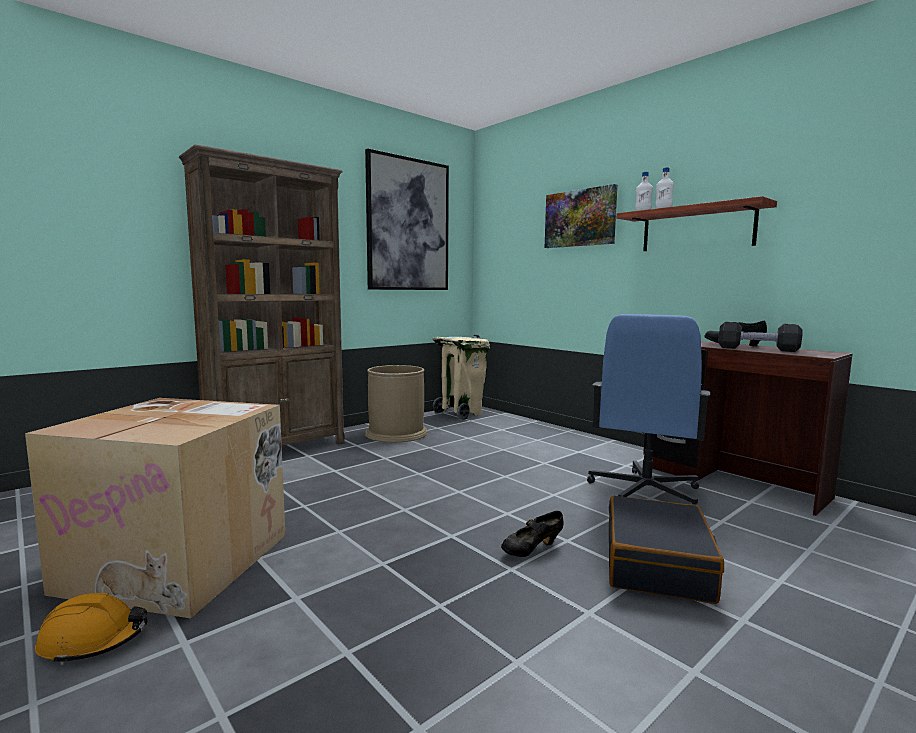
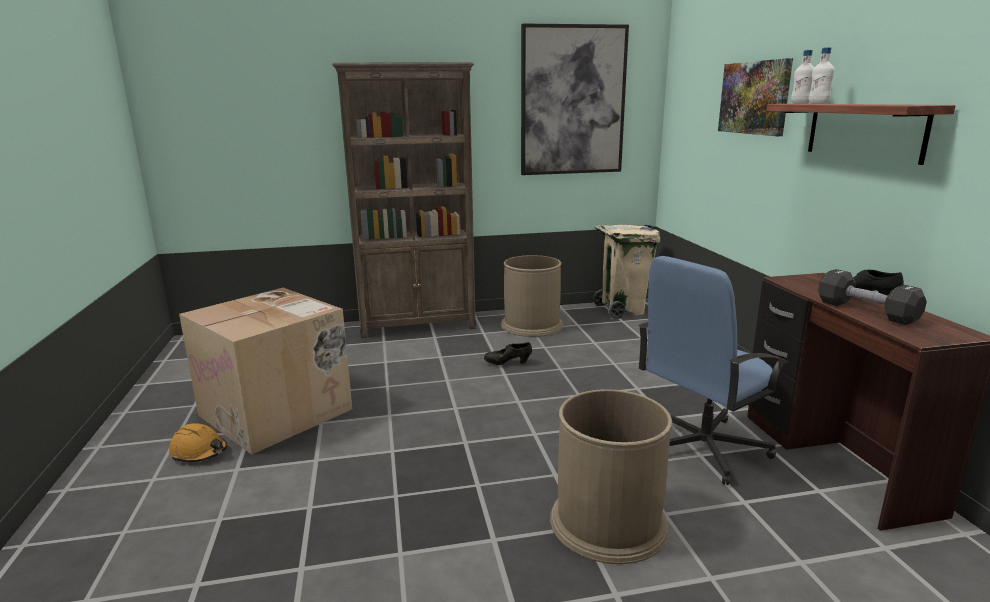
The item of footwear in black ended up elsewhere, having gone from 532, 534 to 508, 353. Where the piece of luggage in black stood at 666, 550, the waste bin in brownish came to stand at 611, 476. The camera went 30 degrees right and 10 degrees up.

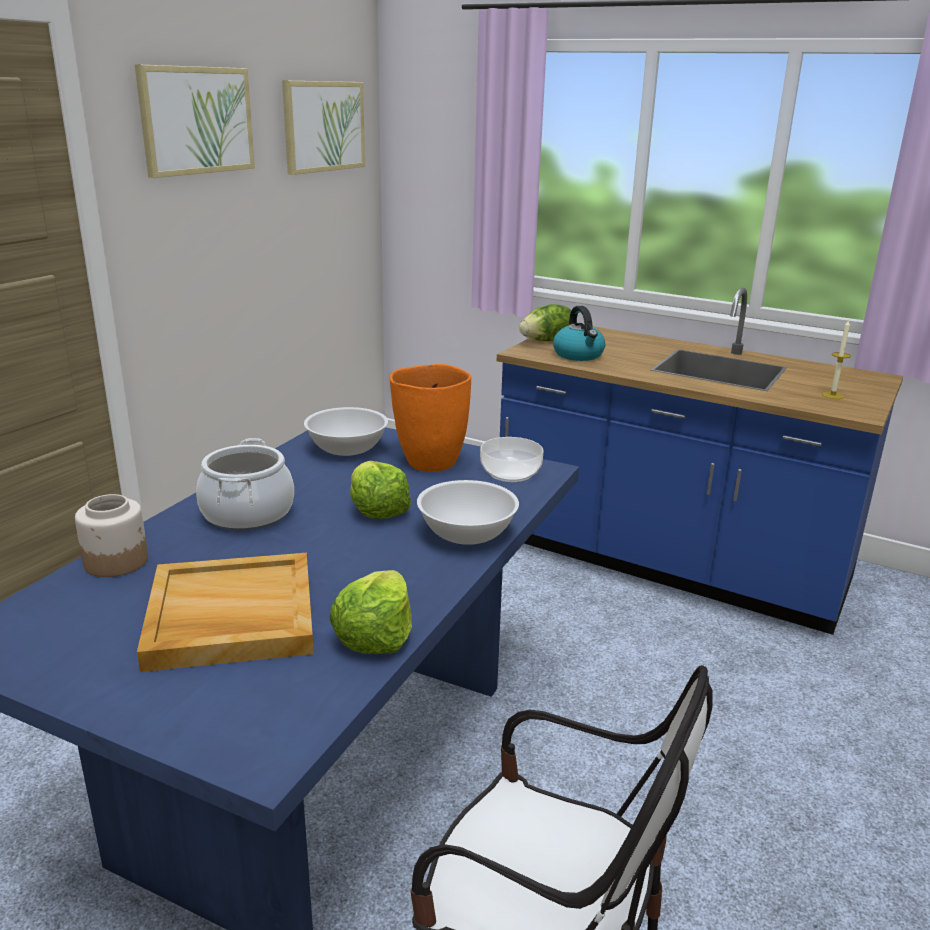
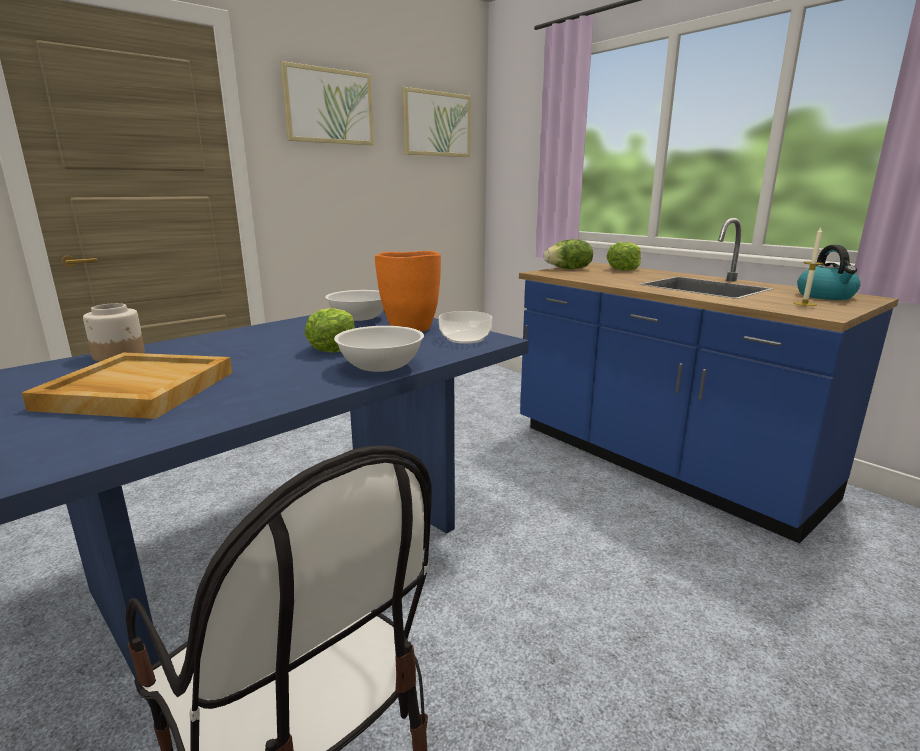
The second view lost the saucepot at 245, 484. The lettuce ended up elsewhere, having gone from 370, 612 to 624, 256. The tea kettle ended up elsewhere, having gone from 579, 333 to 829, 272. The camera went 20 degrees right and 5 degrees down.

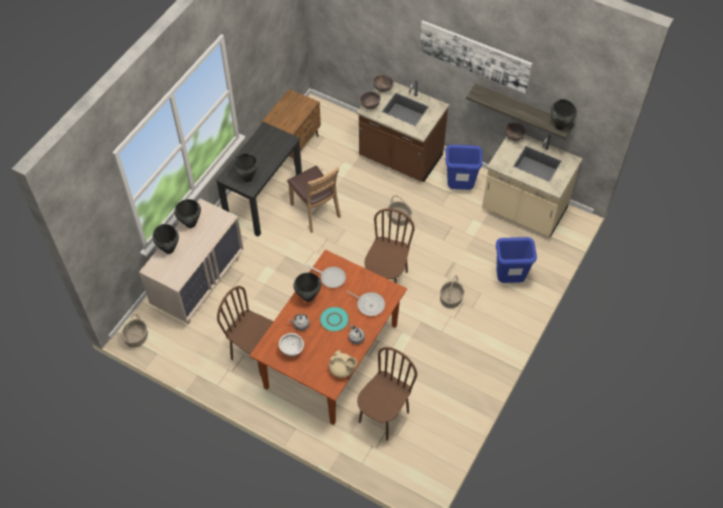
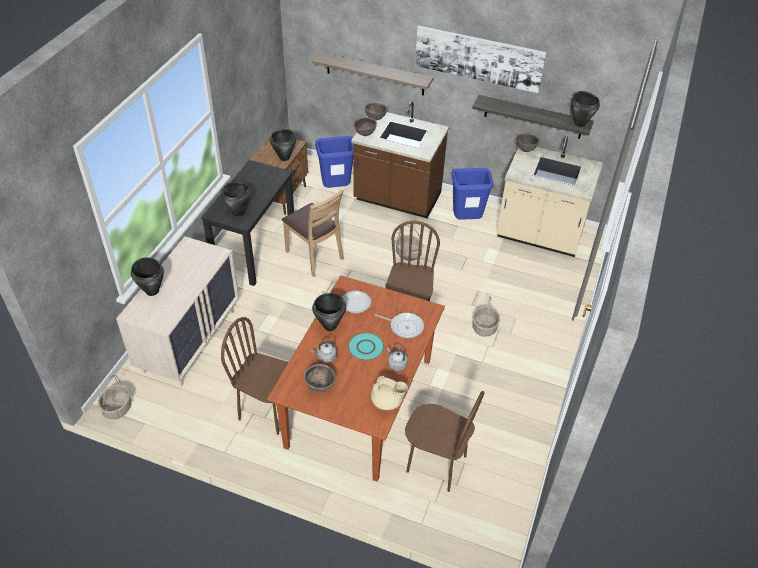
The second view gained the wall shelf at 372, 74. The saucepot in black ended up elsewhere, having gone from 187, 213 to 283, 145. The waste bin in bluish ended up elsewhere, having gone from 516, 260 to 334, 162. What was the deep dish in white at 291, 344 turned into the deep dish in brownish at 320, 378. The plain chair in brownish at 387, 394 ended up facing another way, 90 degrees clockwise from before. The camera went 10 degrees left and 10 degrees down.

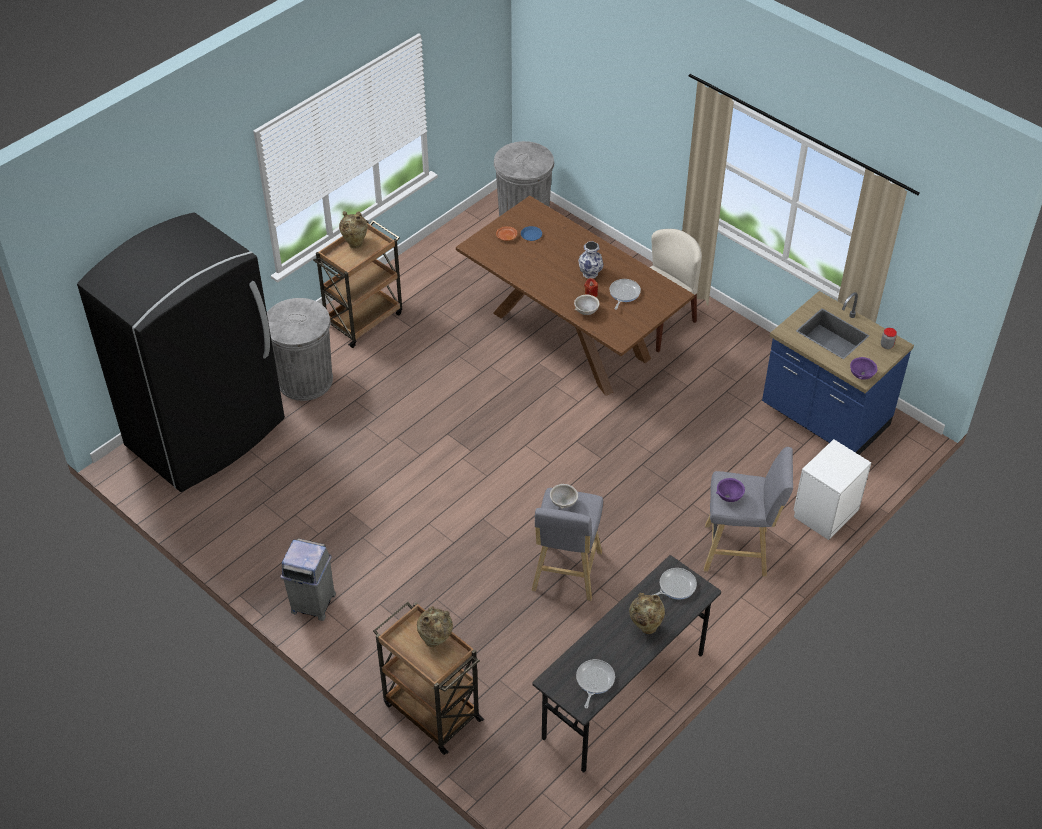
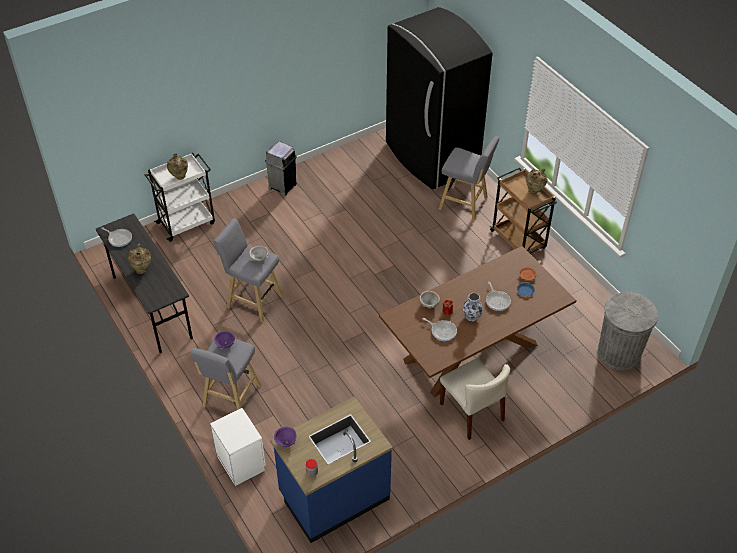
The skillet ended up elsewhere, having gone from 674, 584 to 498, 296. Where the waste bin in greyish stood at 300, 349, the stool in greyish came to stand at 469, 178. What was the trolley in brownish at 428, 678 turned into the trolley in white at 180, 197. The camera went 105 degrees right and 0 degrees up.

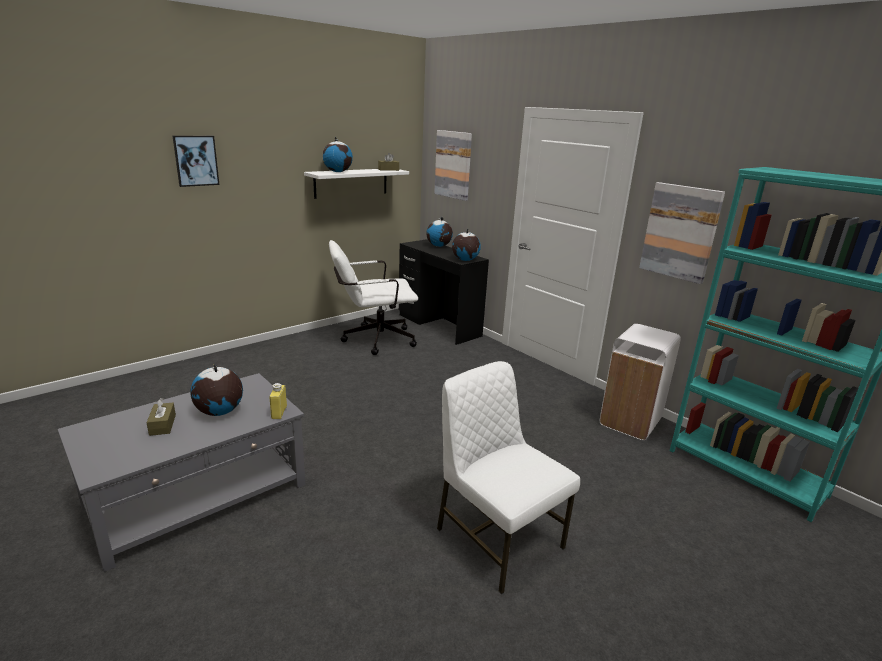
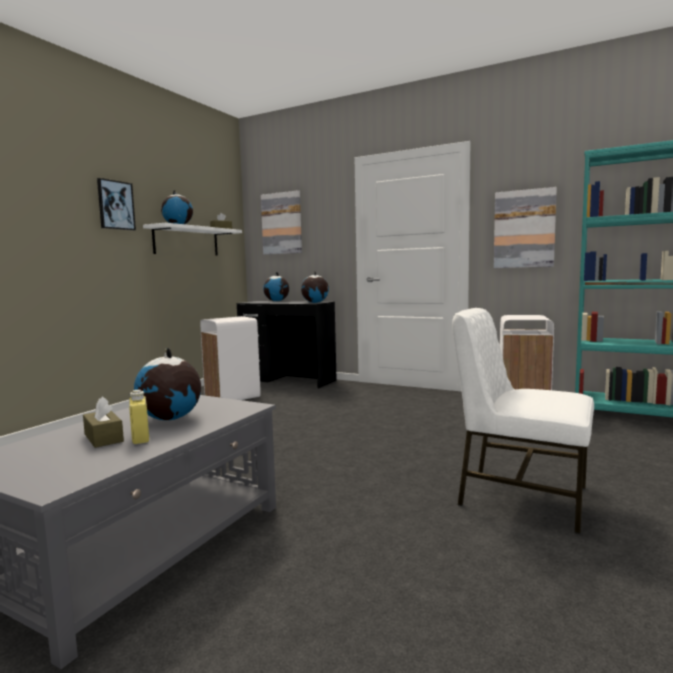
The wall picture ended up elsewhere, having gone from 195, 161 to 116, 204. The beverage bottle in yellowish ended up elsewhere, having gone from 278, 401 to 139, 417. Where the office chair in white stood at 373, 297, the waste bin in white came to stand at 230, 358. The camera went 20 degrees left and 15 degrees down.

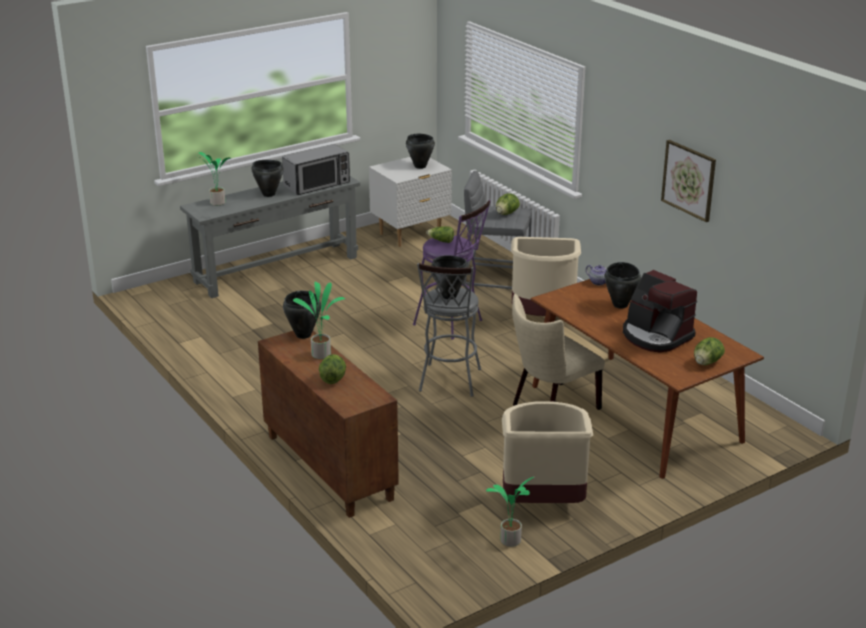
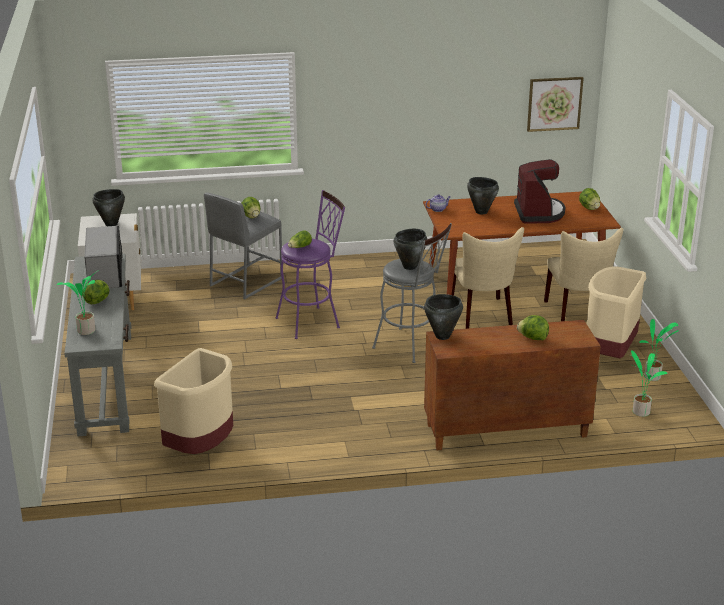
The second view gained the plain chair in beige-coloured at 583, 274. The houseplant ended up elsewhere, having gone from 319, 320 to 648, 383. The waste bin in beige-coloured ended up elsewhere, having gone from 546, 276 to 193, 401. The wall picture ended up elsewhere, having gone from 688, 181 to 555, 104. Where the saucepot in black stood at 267, 178, the lettuce came to stand at 96, 292. The coffee machine at 660, 311 ended up facing another way, 75 degrees counterclockwise from before. The camera went 65 degrees left and 0 degrees up.

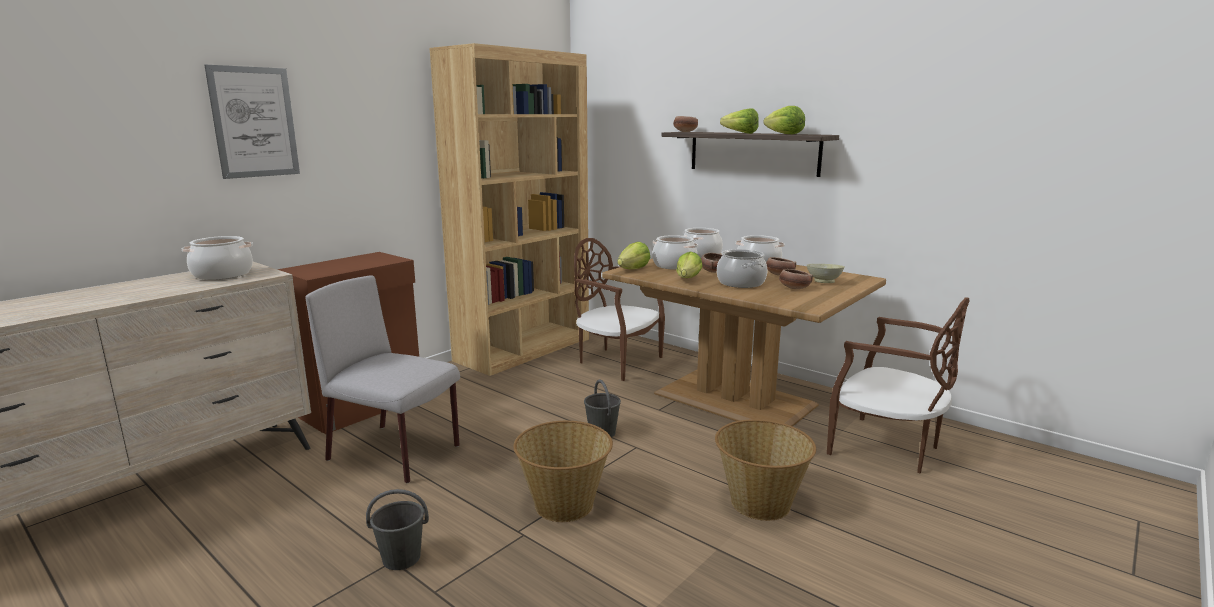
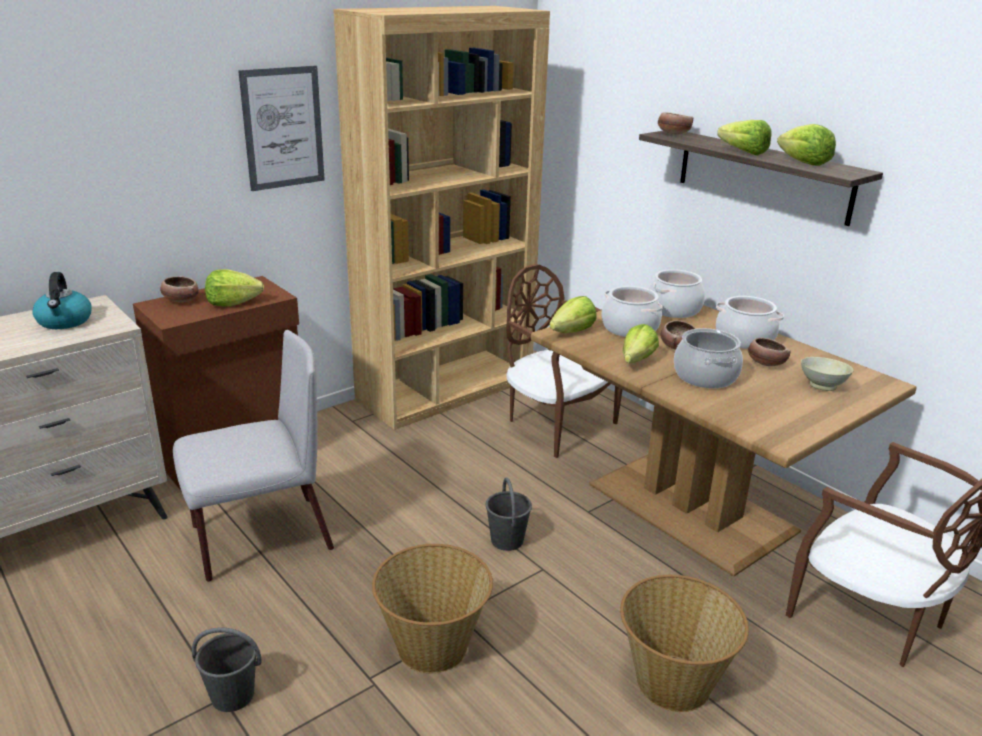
The second view gained the lettuce at 234, 288. The wall picture ended up elsewhere, having gone from 252, 122 to 281, 128. The deep dish ended up elsewhere, having gone from 796, 279 to 179, 289. Where the saucepot stood at 217, 258, the tea kettle came to stand at 62, 300. The plain chair in greyish at 383, 379 ended up facing another way, 120 degrees clockwise from before. The camera went 10 degrees right and 10 degrees up.

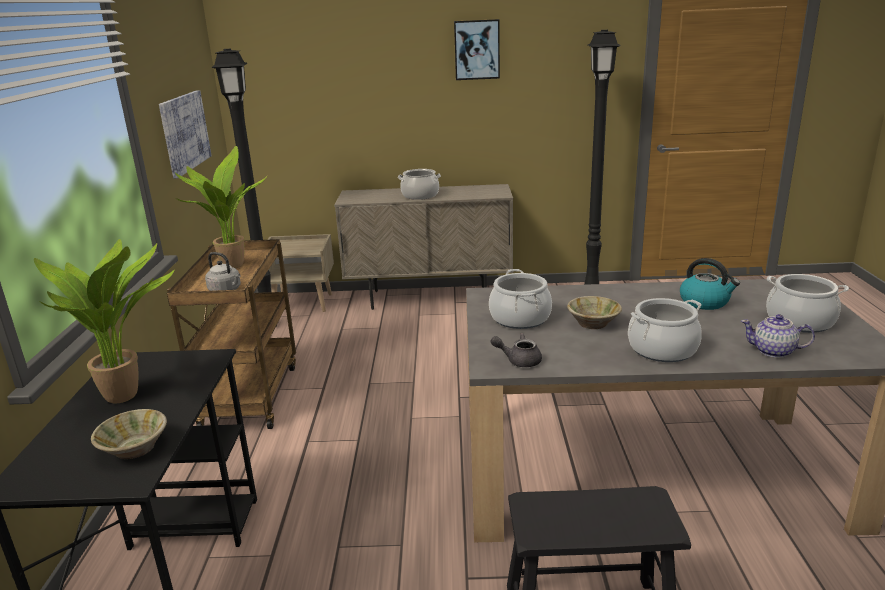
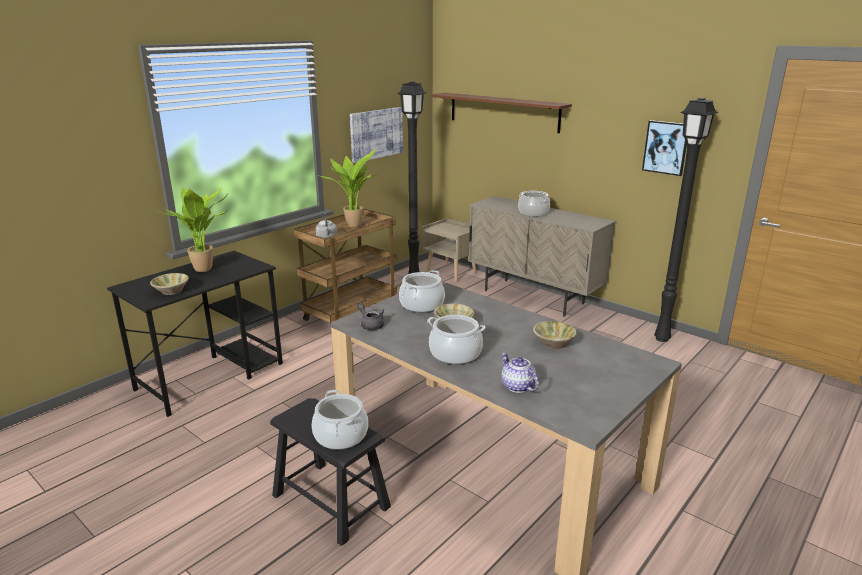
The second view gained the wall shelf in brownish at 501, 113. The wall picture ended up elsewhere, having gone from 477, 49 to 664, 148. The saucepot ended up elsewhere, having gone from 807, 303 to 340, 420. Where the tea kettle stood at 710, 284, the deep dish in beige-coloured came to stand at 555, 335. The camera went 40 degrees right and 0 degrees up.

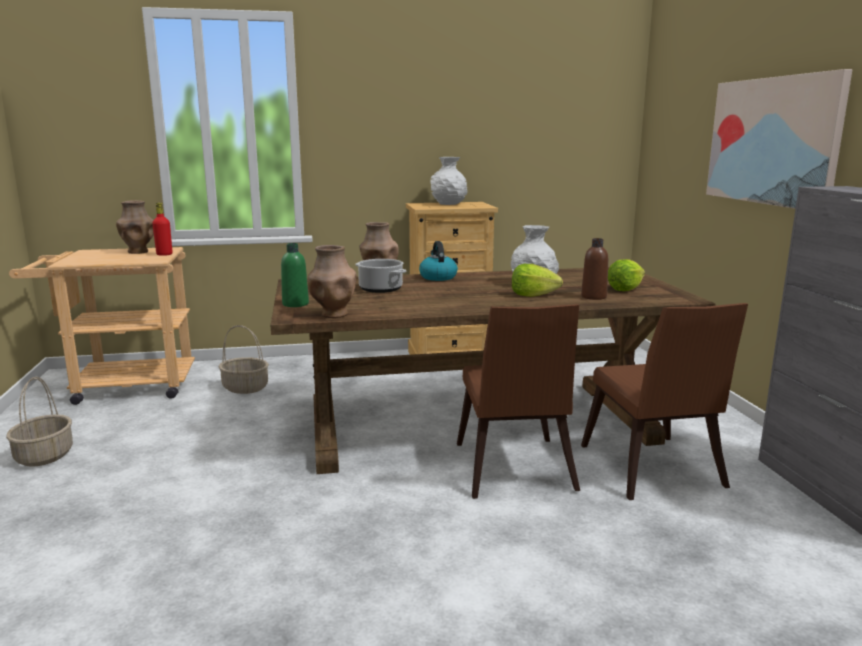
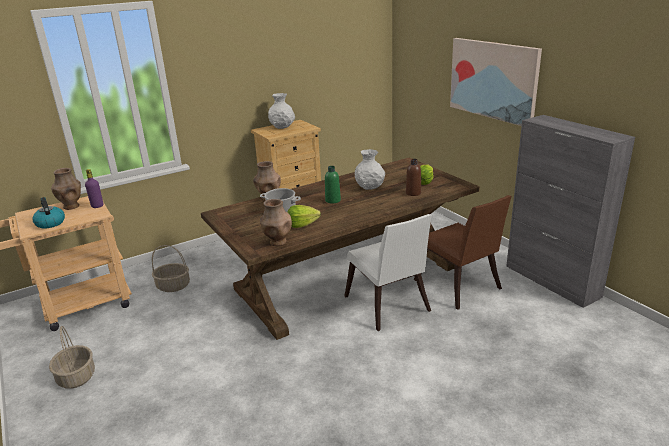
The beverage bottle in green ended up elsewhere, having gone from 295, 275 to 333, 184. The tea kettle ended up elsewhere, having gone from 438, 261 to 48, 213. The lettuce ended up elsewhere, having gone from 537, 280 to 304, 216. What was the beverage bottle in reddish at 162, 229 turned into the beverage bottle in purplish at 94, 188. What was the plain chair in brownish at 518, 401 turned into the plain chair in white at 388, 272. The camera went 20 degrees left and 10 degrees up.

